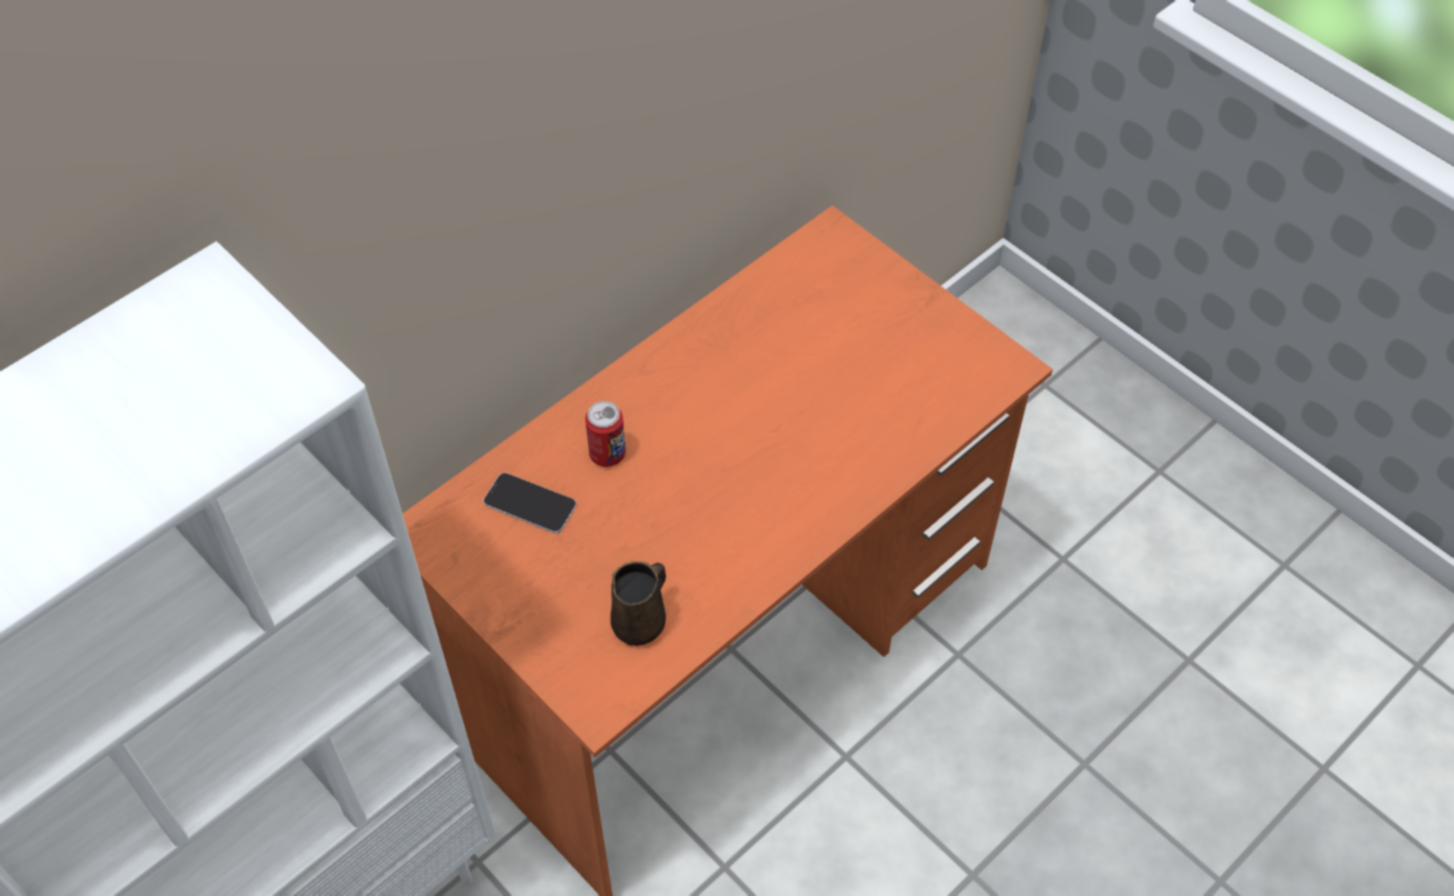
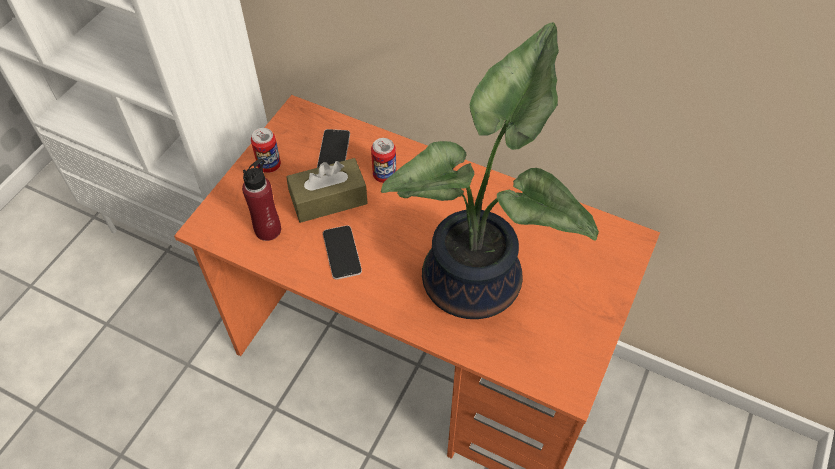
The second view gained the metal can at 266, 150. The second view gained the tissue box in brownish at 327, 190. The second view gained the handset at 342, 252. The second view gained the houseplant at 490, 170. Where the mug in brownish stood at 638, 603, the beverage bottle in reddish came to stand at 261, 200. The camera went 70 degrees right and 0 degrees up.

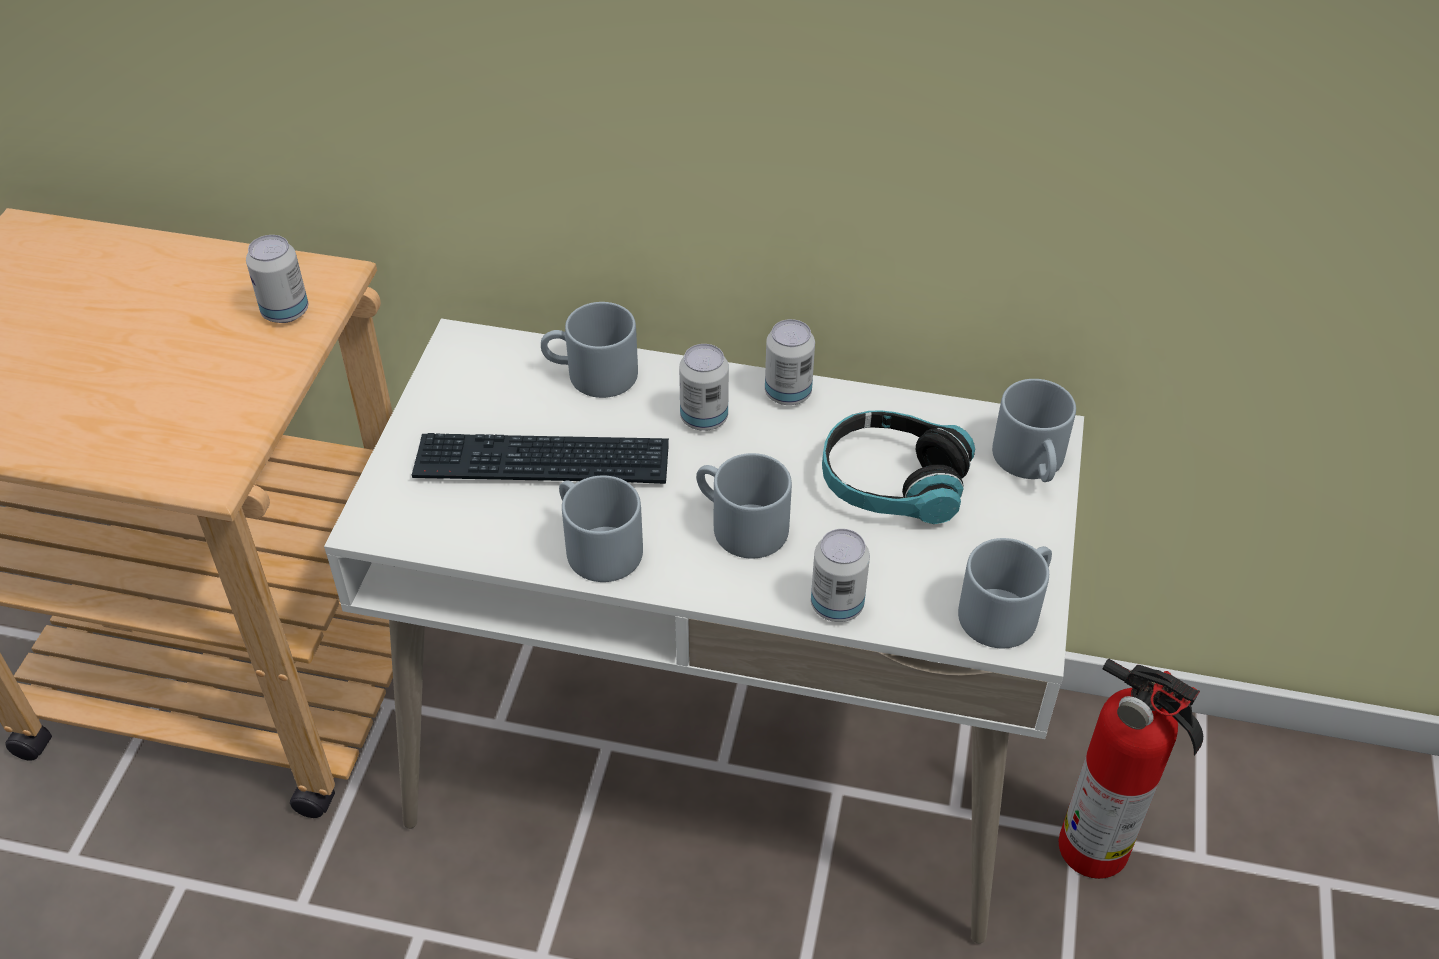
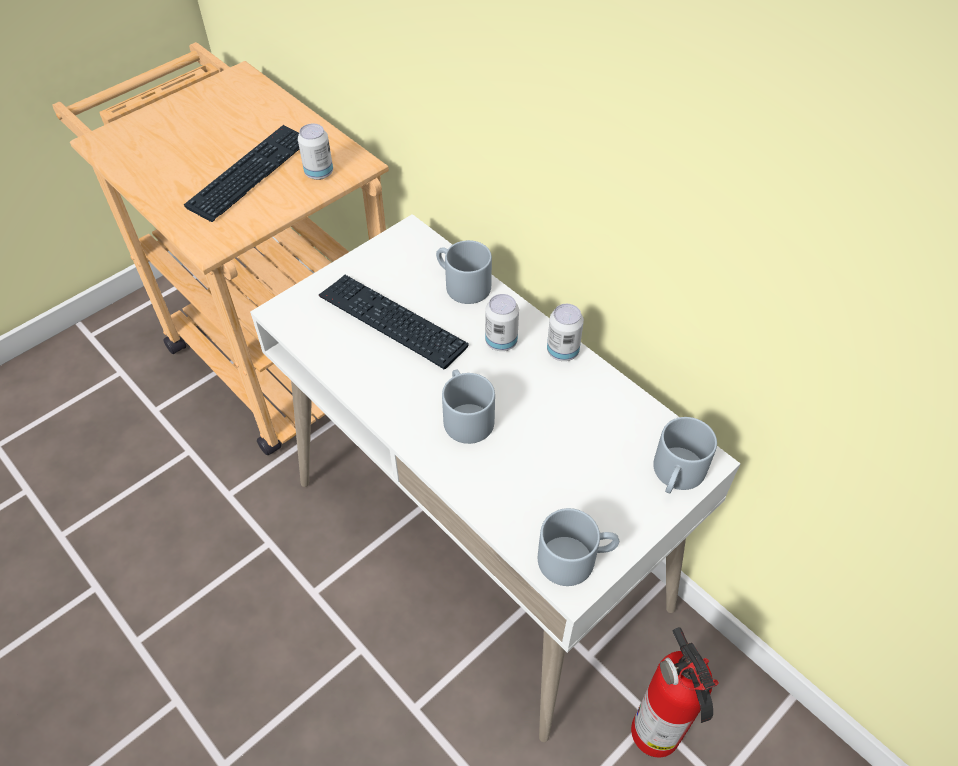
The second view lost the mug in greyish at 601, 528. The second view lost the metal can at 840, 575. The second view lost the headphones at 898, 467. The second view gained the PC keyboard at 241, 173. The camera went 35 degrees right and 5 degrees up.

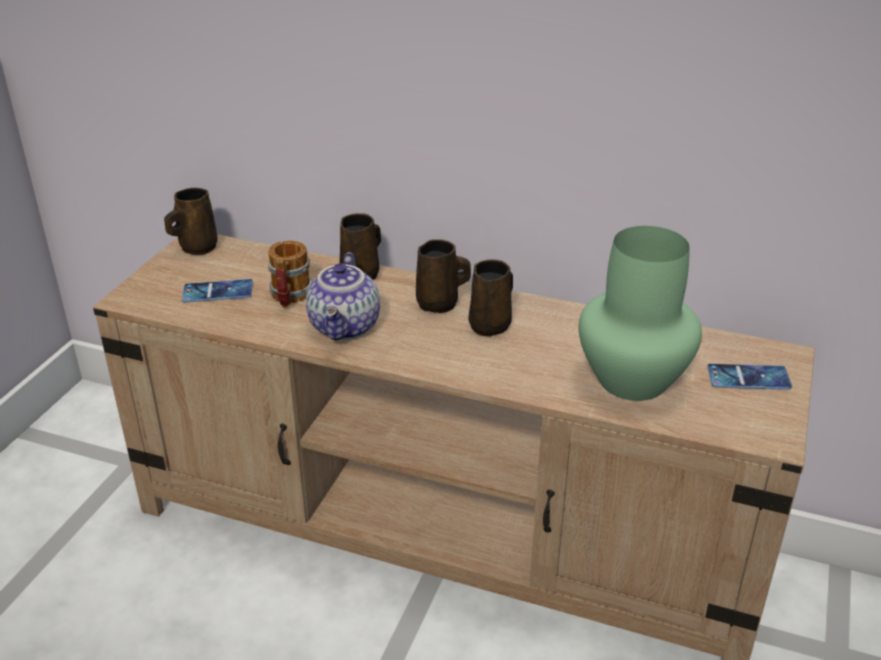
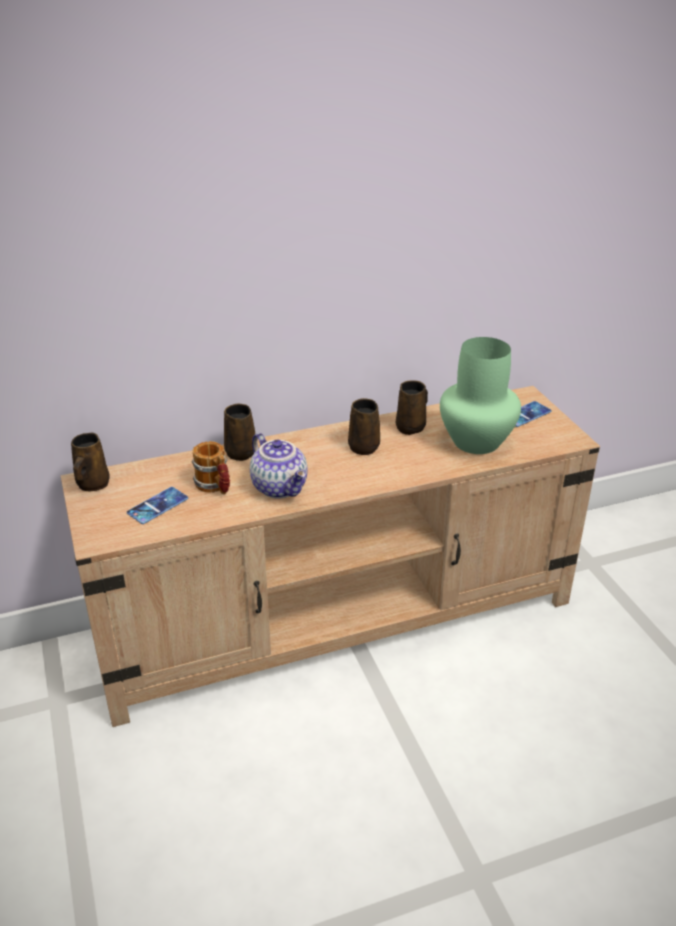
The mug in brownish ended up elsewhere, having gone from 443, 276 to 412, 407. The camera went 40 degrees left and 0 degrees up.

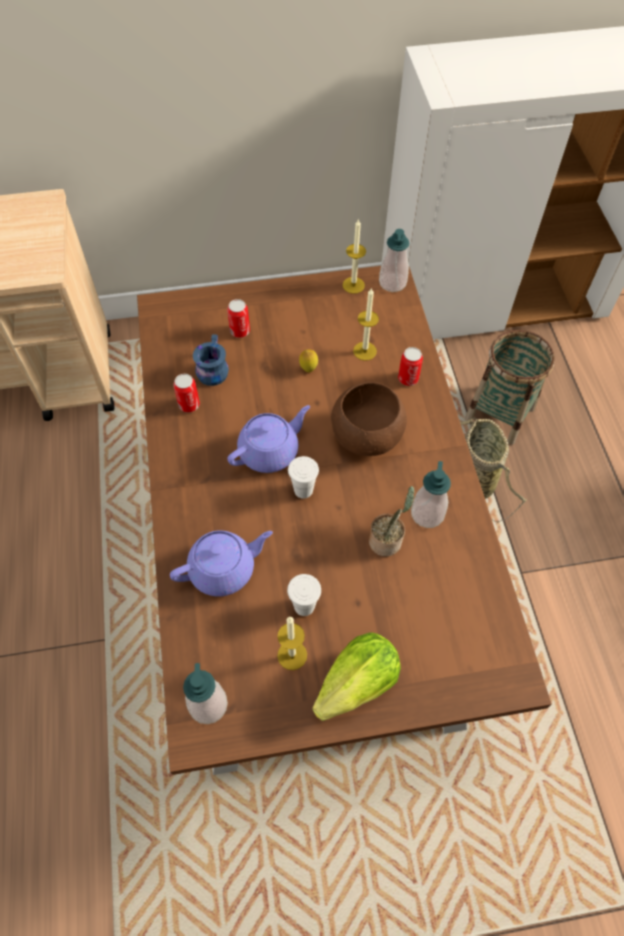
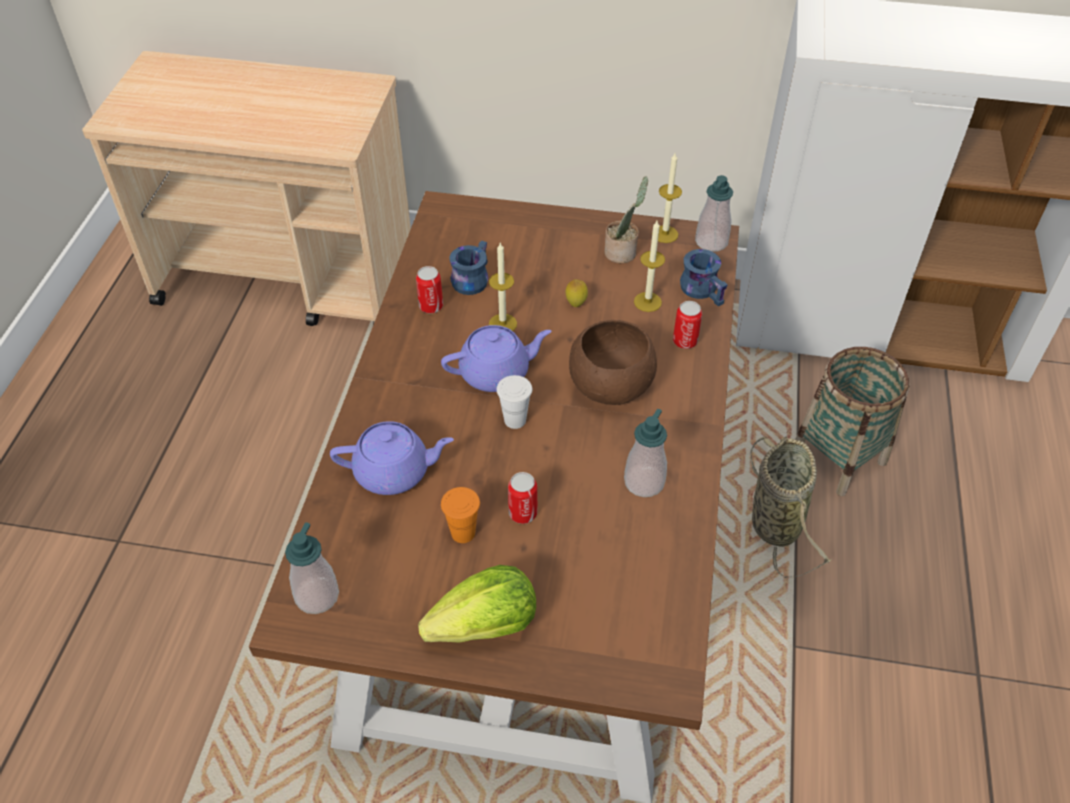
The second view gained the mug in bluish at 704, 278. The metal can ended up elsewhere, having gone from 238, 318 to 522, 498. The wax light ended up elsewhere, having gone from 292, 643 to 503, 287. The houseplant ended up elsewhere, having gone from 392, 521 to 626, 219. What was the small cup in white at 304, 595 turned into the small cup in orange at 460, 515. The camera went 20 degrees right and 10 degrees down.

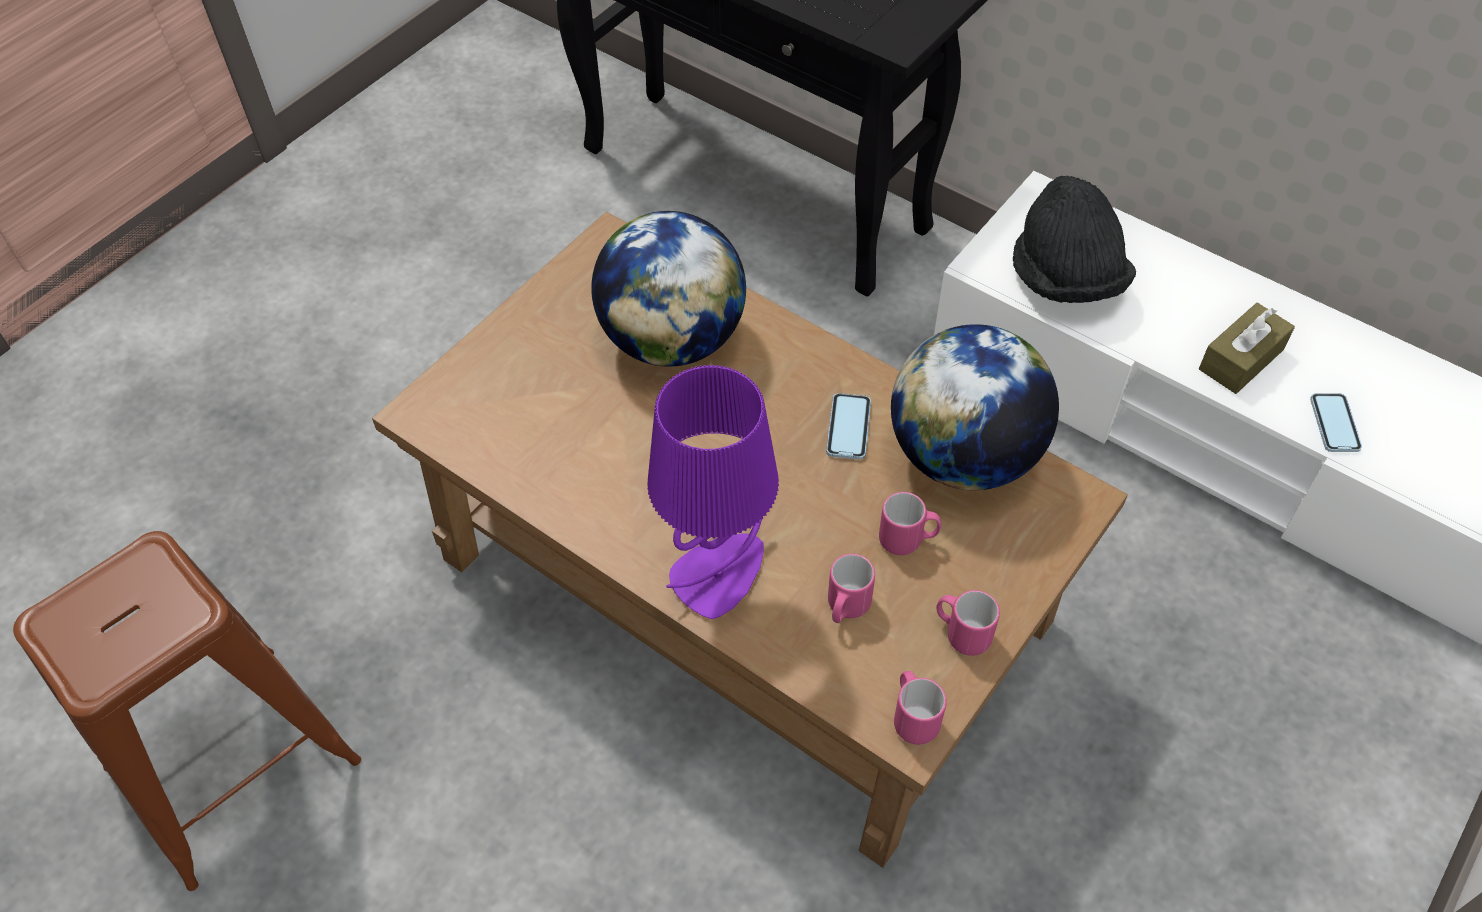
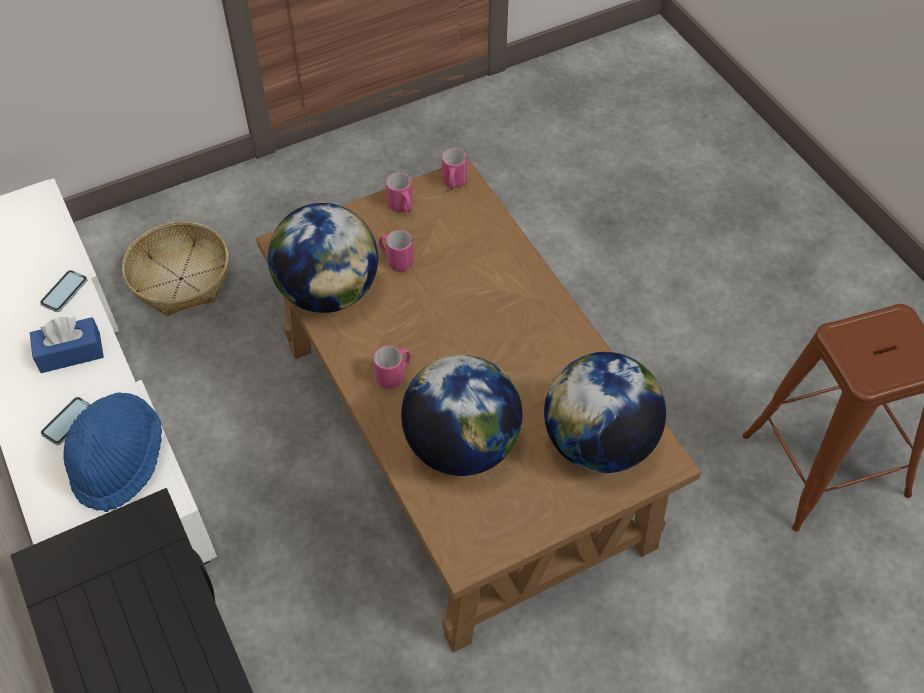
The second view lost the table lamp in purplish at 713, 492. The second view gained the storage basket at 175, 269. The second view gained the desk globe at 605, 412. The handset ended up elsewhere, having gone from 848, 426 to 65, 421. The mug in pink-coloured ended up elsewhere, having gone from 851, 588 to 392, 367. What was the clothing hat in black at 1074, 239 turned into the clothing hat in bluish at 113, 452. What was the tissue box in brownish at 1247, 348 turned into the tissue box in bluish at 67, 344. The camera went 155 degrees left and 0 degrees up.

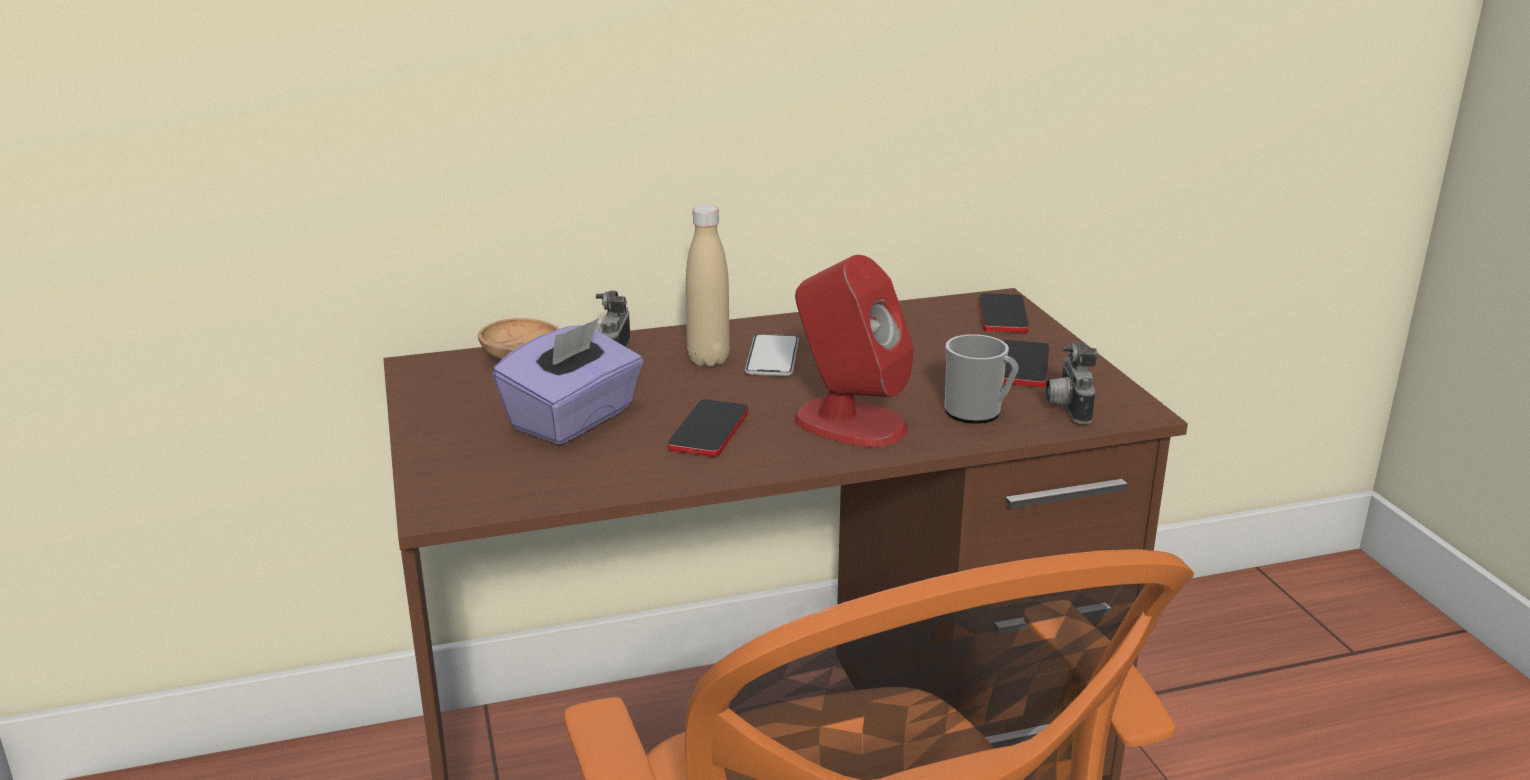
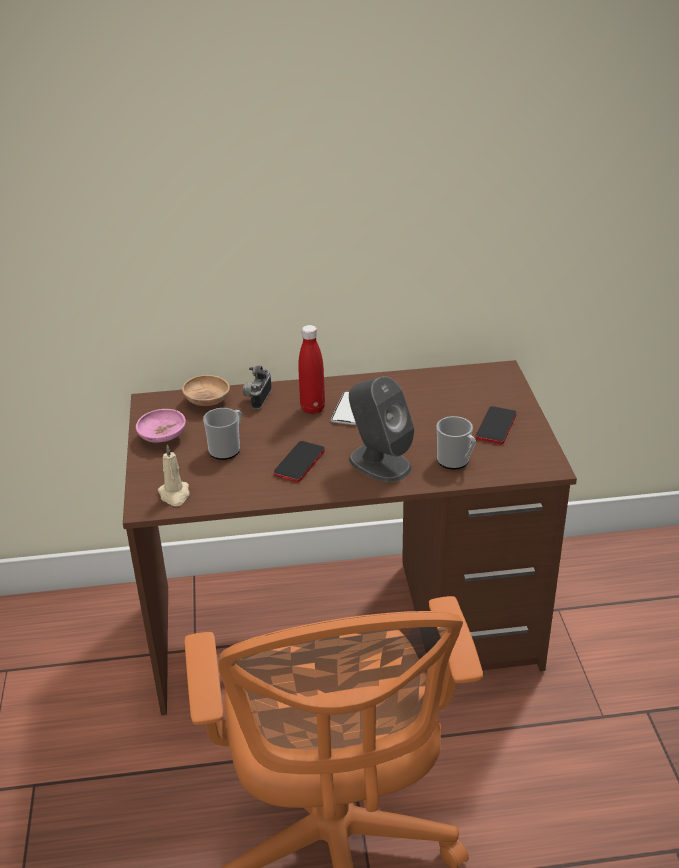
The second view lost the handset at 1004, 313. The second view lost the still camera at 1072, 383. The second view gained the deep dish in pink-coloured at 161, 426. The second view gained the wax light in beige-coloured at 174, 475. Where the tissue box in purplish stood at 567, 381, the mug came to stand at 222, 434. What was the beverage bottle in beige-coloured at 708, 286 turned into the beverage bottle in reddish at 311, 369. What was the audio speaker in reddish at 854, 351 turned into the audio speaker in greyish at 381, 429. The camera went 10 degrees right and 10 degrees up.

